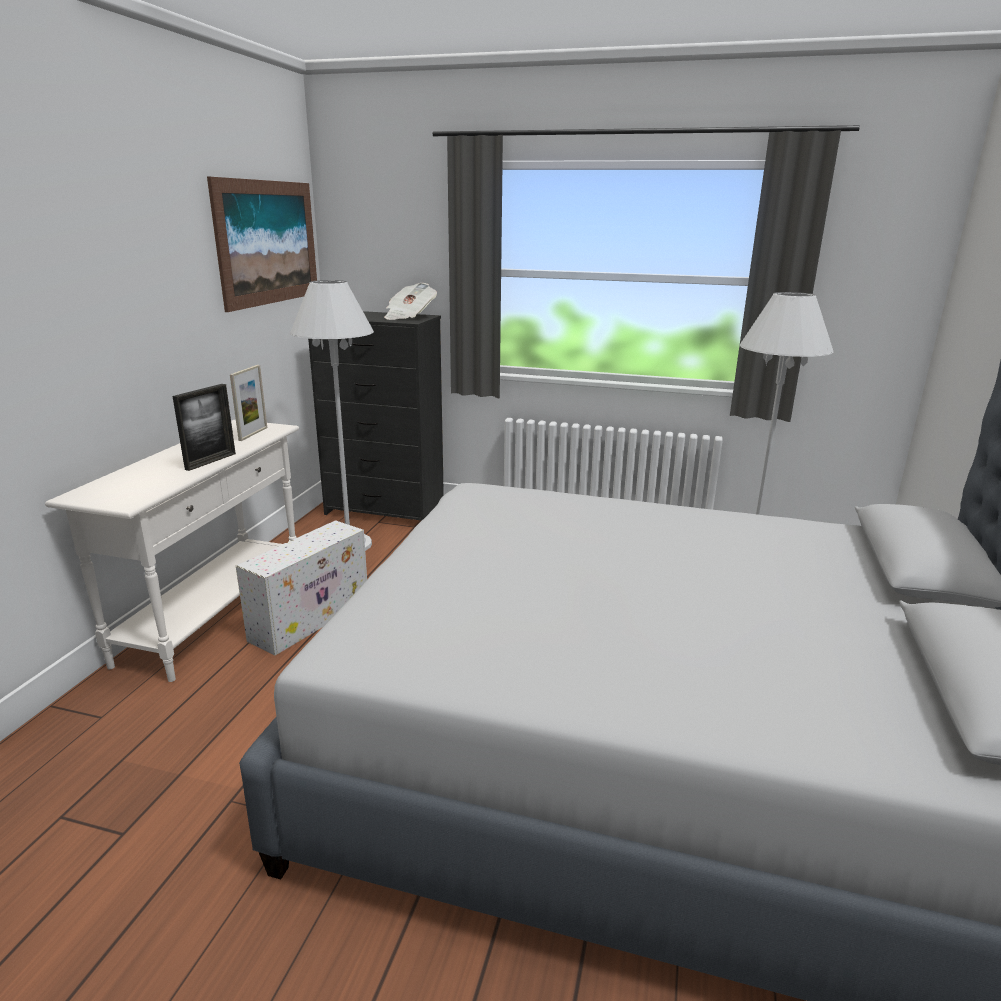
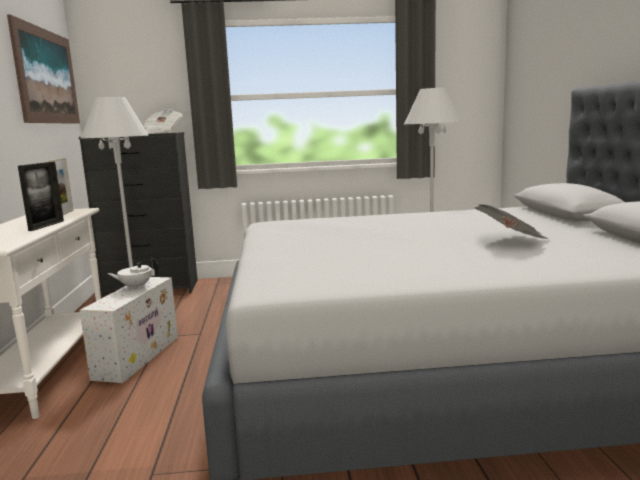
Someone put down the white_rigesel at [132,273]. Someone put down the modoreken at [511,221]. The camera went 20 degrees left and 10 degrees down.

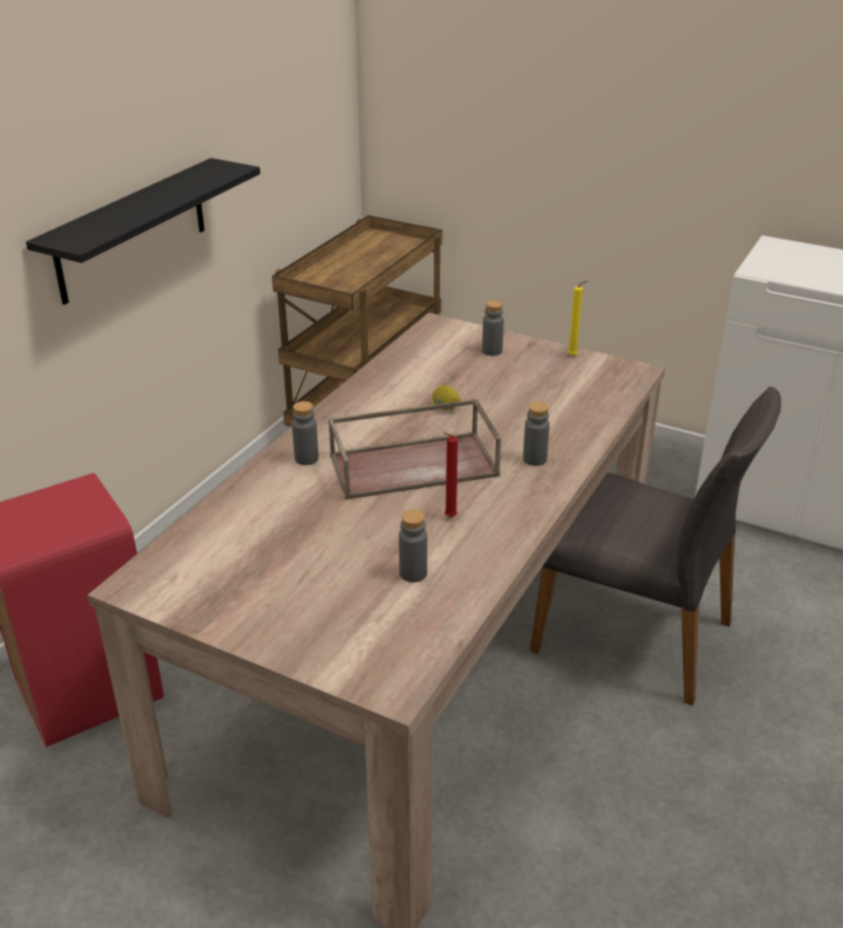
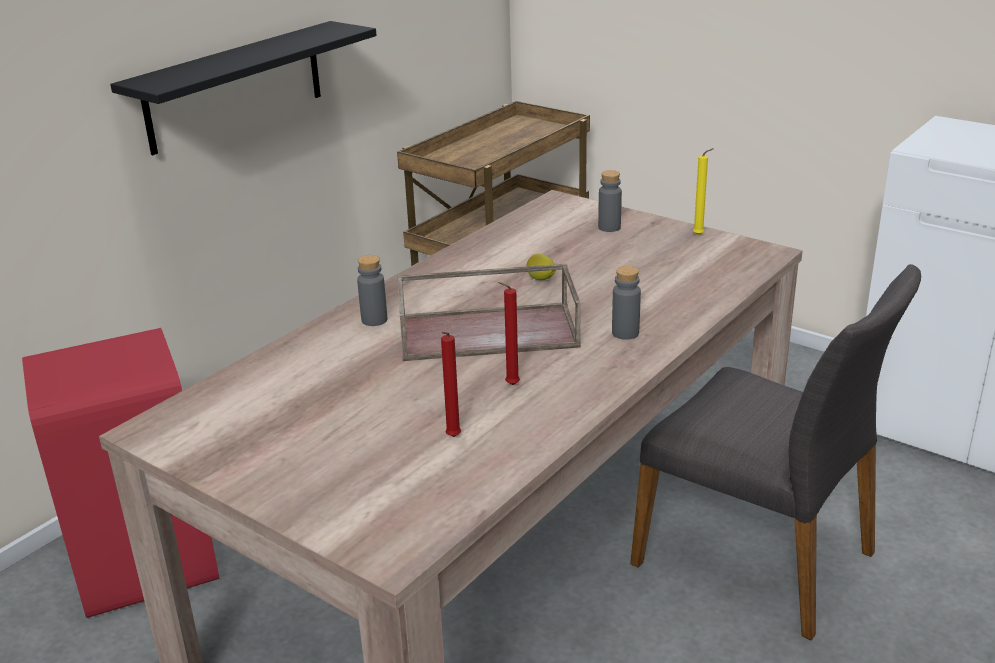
Someone swapped the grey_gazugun at [413,546] for the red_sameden at [451,384]. The camera went 10 degrees right and 5 degrees down.

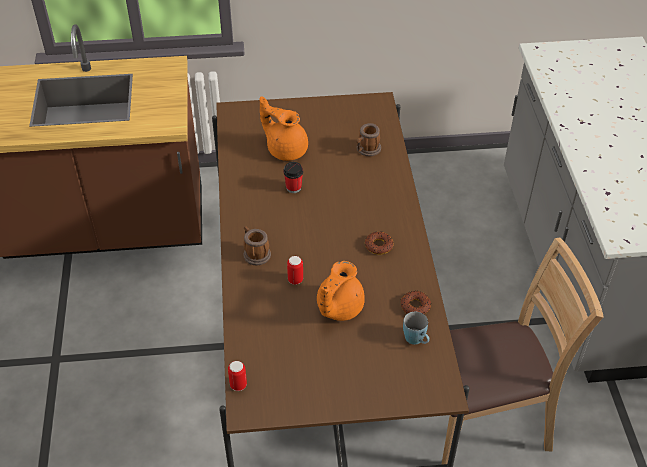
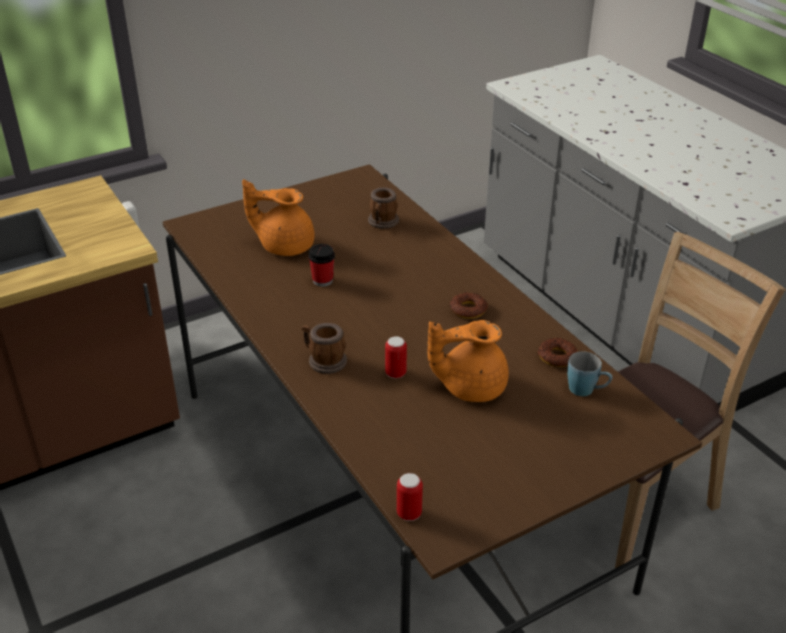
Someone rotated the orange_rigesel at [341,291] by 75 degrees clockwise. The camera went 25 degrees left and 10 degrees down.

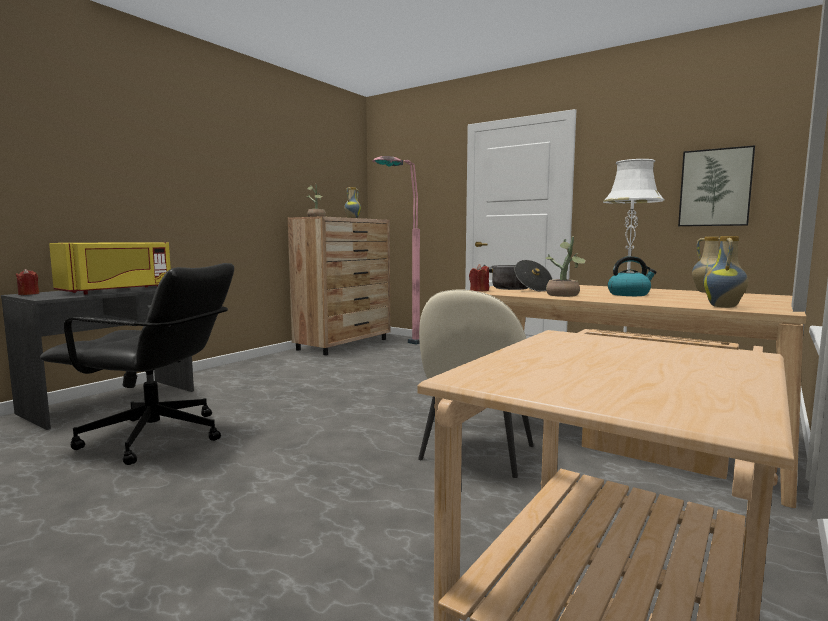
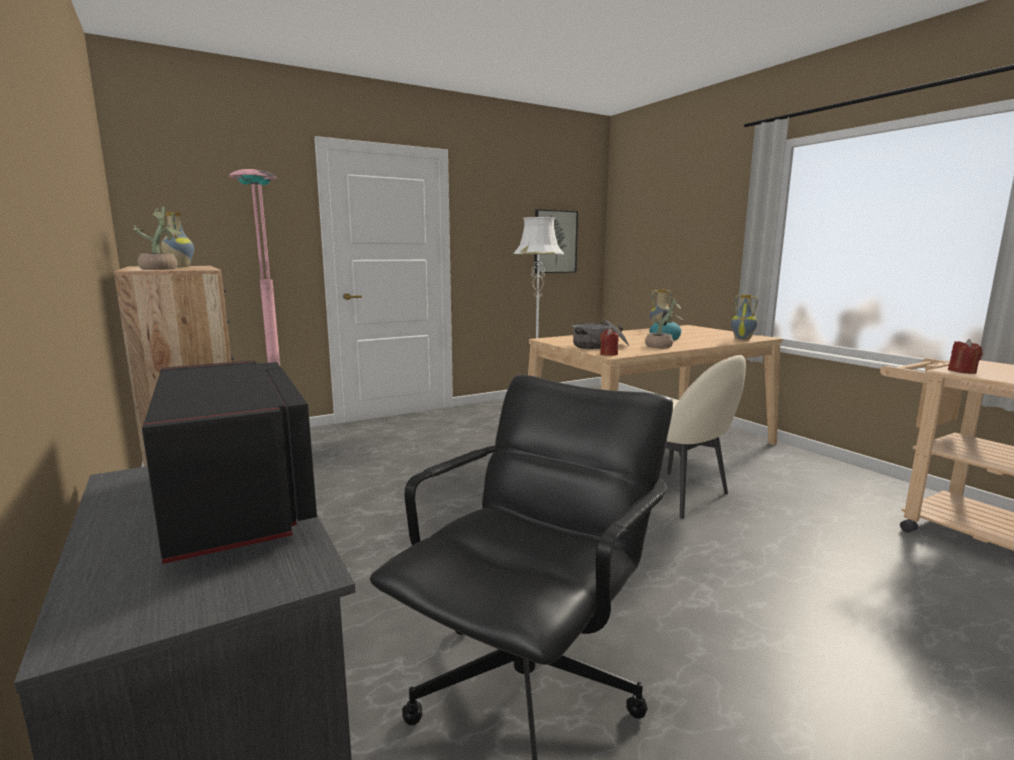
Someone carried the red_sameden from [27,282] to [965,356]. Someone repainted the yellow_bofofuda at [110,268], which became the black_bofofuda at [229,462]. The camera went 65 degrees left and 5 degrees up.

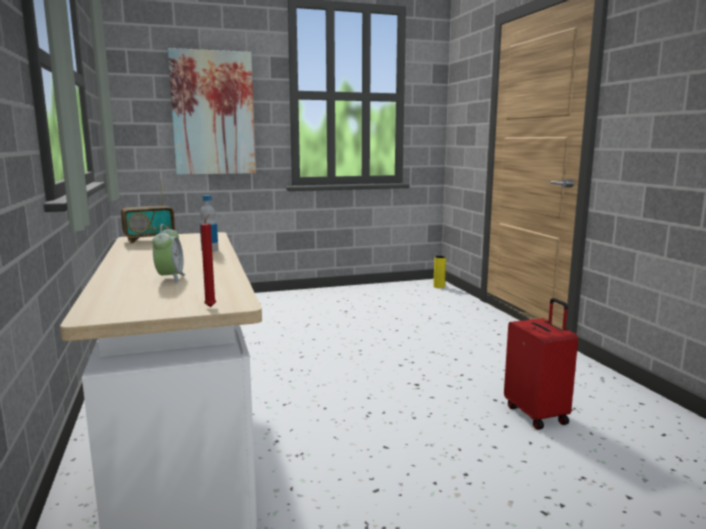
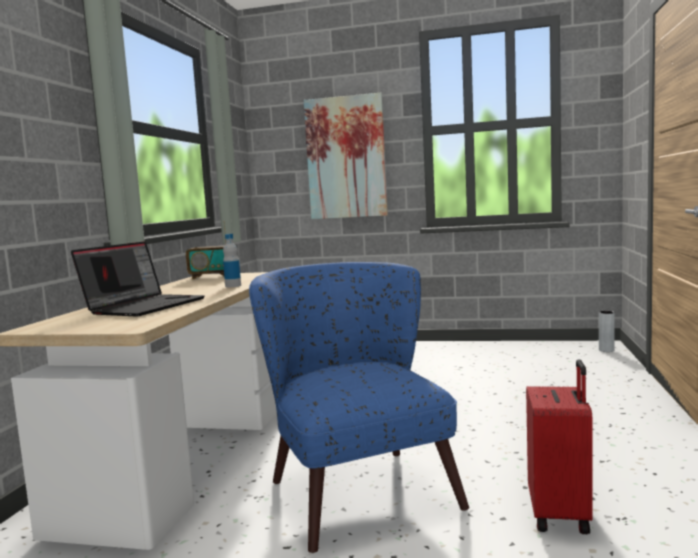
Someone swapped the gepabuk at [168,253] for the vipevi at [138,278]. Someone took away the red_sameden at [208,260]. Someone repainted the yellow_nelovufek at [439,272], which became the grey_nelovufek at [607,331]. Someone put down the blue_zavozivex at [359,407]. The camera went 30 degrees right and 5 degrees down.

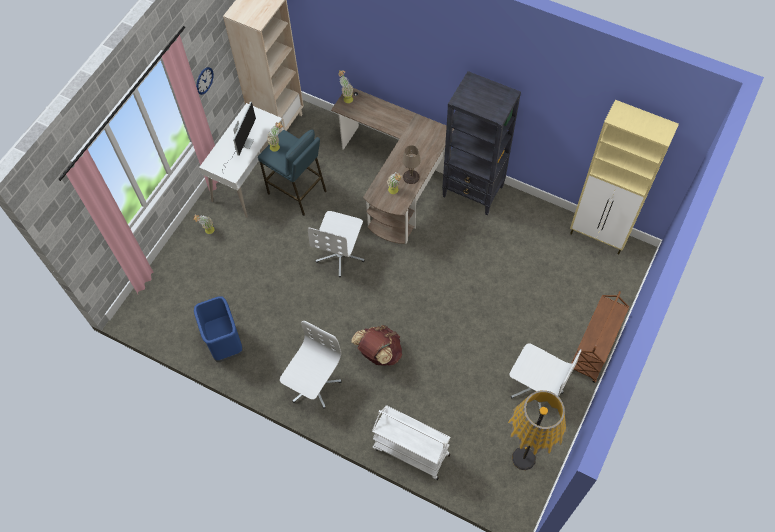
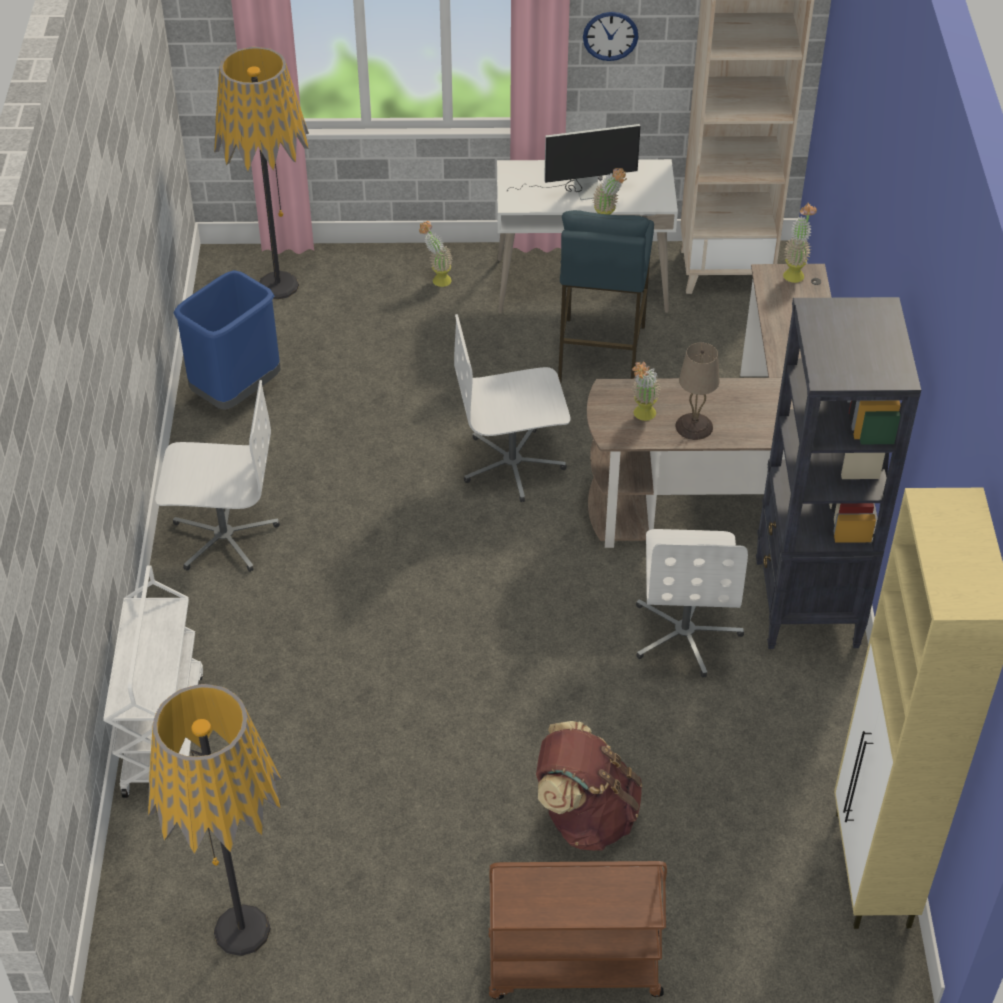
Someone carried the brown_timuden from [376,345] to [589,786]. Someone carried the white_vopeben from [545,378] to [692,603]. Someone put down the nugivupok at [261,173]. The camera went 60 degrees right and 15 degrees down.

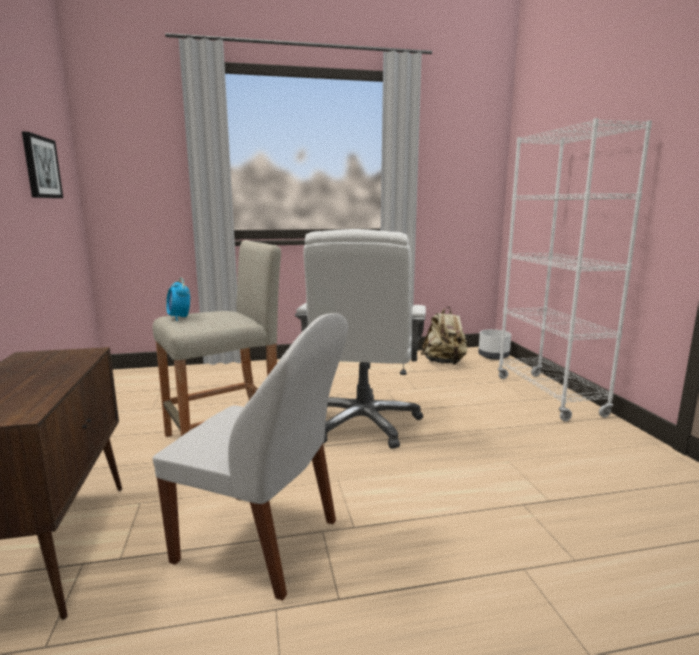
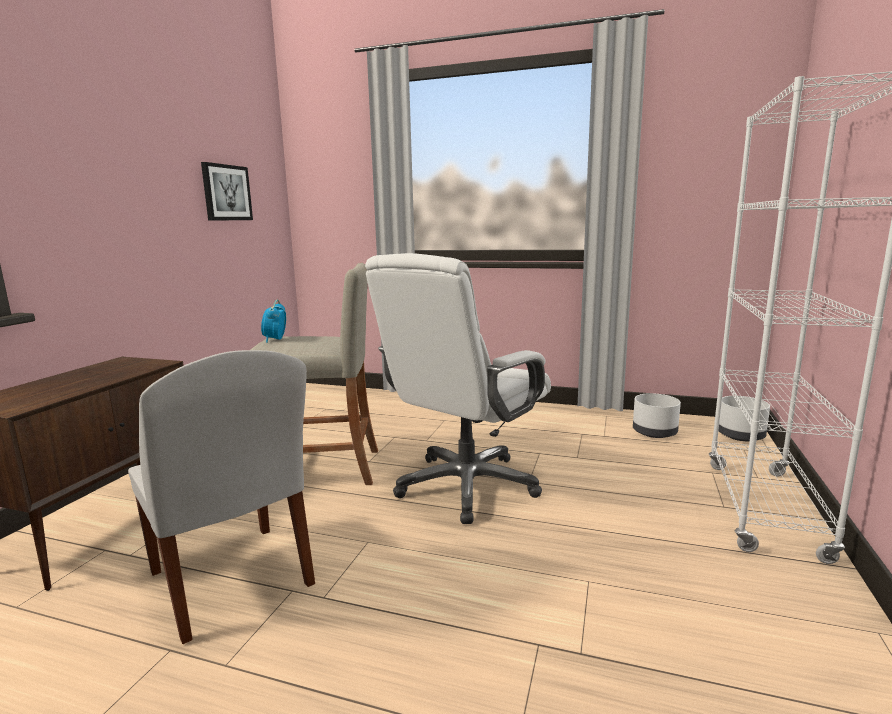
Someone swapped the beige_timuden at [445,336] for the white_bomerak at [657,415]. The camera went 30 degrees right and 0 degrees up.

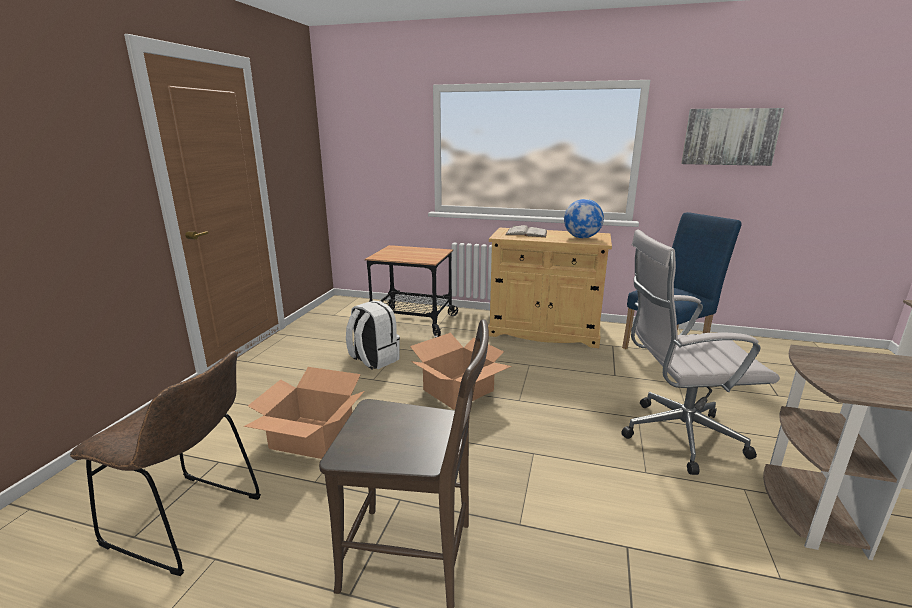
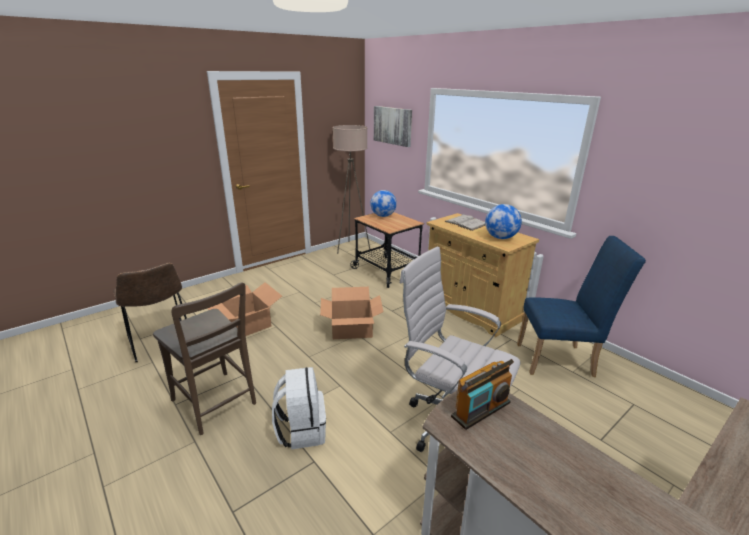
Someone carried the white_timuden from [373,334] to [299,408]. Someone carried the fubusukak from [732,137] to [393,126]. Someone put down the beige_nugivupok at [351,189]. Someone put down the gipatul at [383,203]. Someone put down the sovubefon at [482,394]. The camera went 35 degrees right and 5 degrees up.

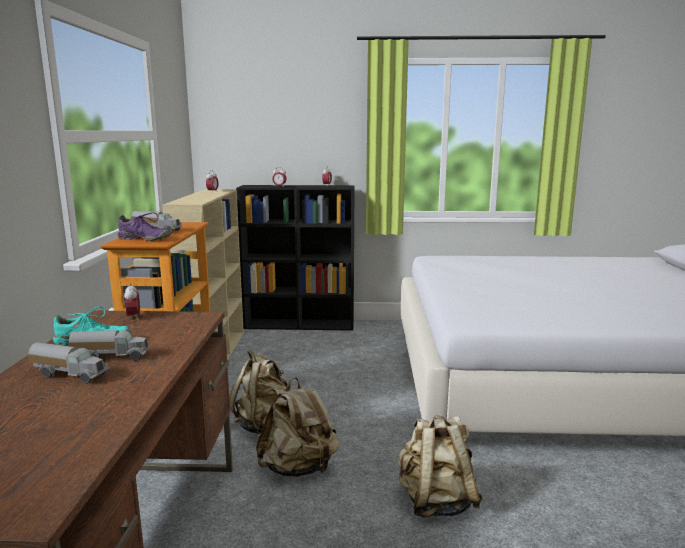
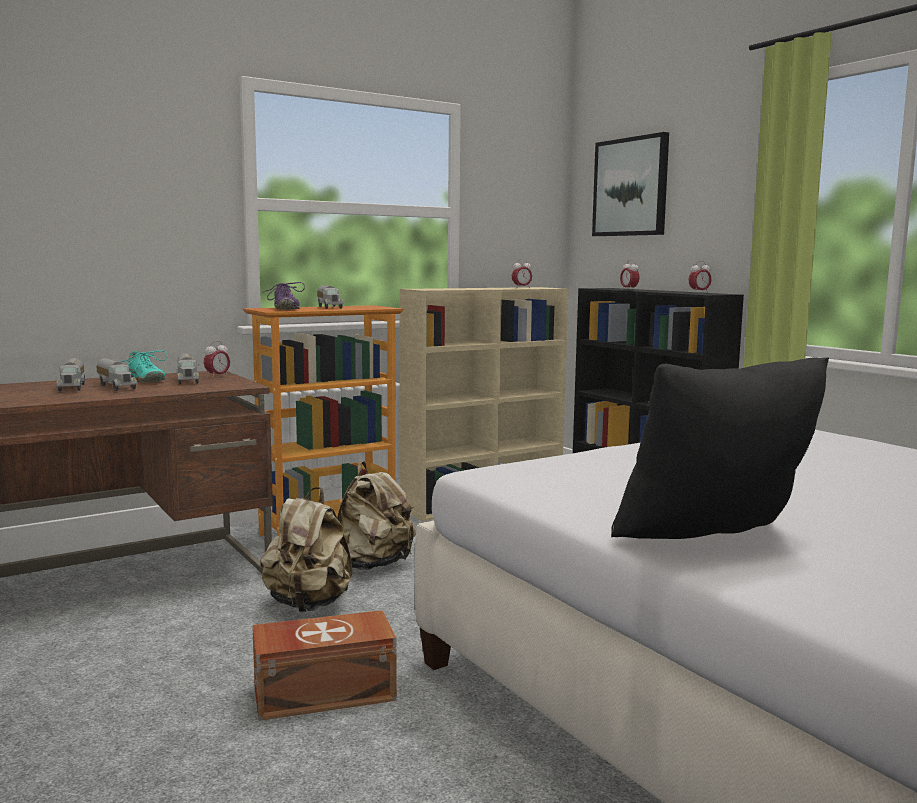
Someone swapped the beige_timuden at [440,466] for the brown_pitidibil at [324,665]. Someone put down the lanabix at [188,369]. Someone put up the fubusukak at [630,184]. Someone put down the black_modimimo at [720,448]. The camera went 55 degrees right and 5 degrees down.

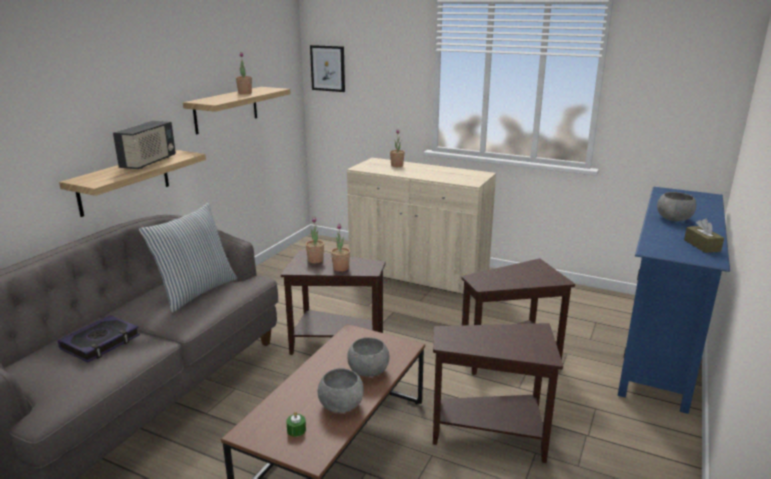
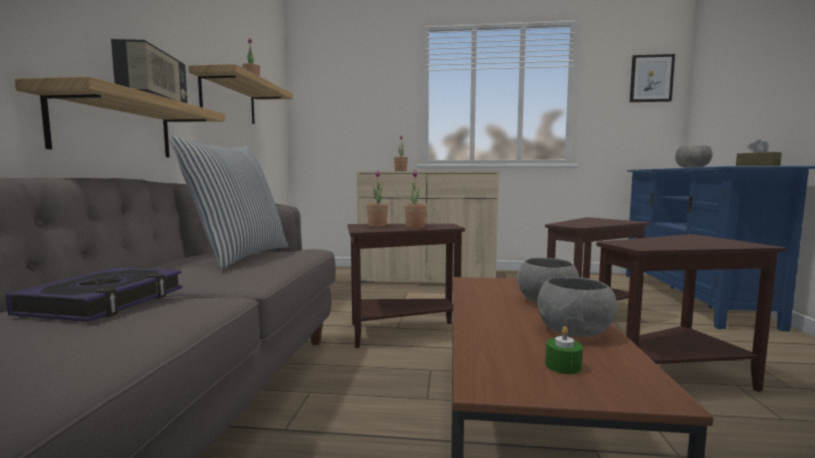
Someone carried the fubusukak from [327,68] to [652,78]. The camera went 20 degrees left and 15 degrees down.

